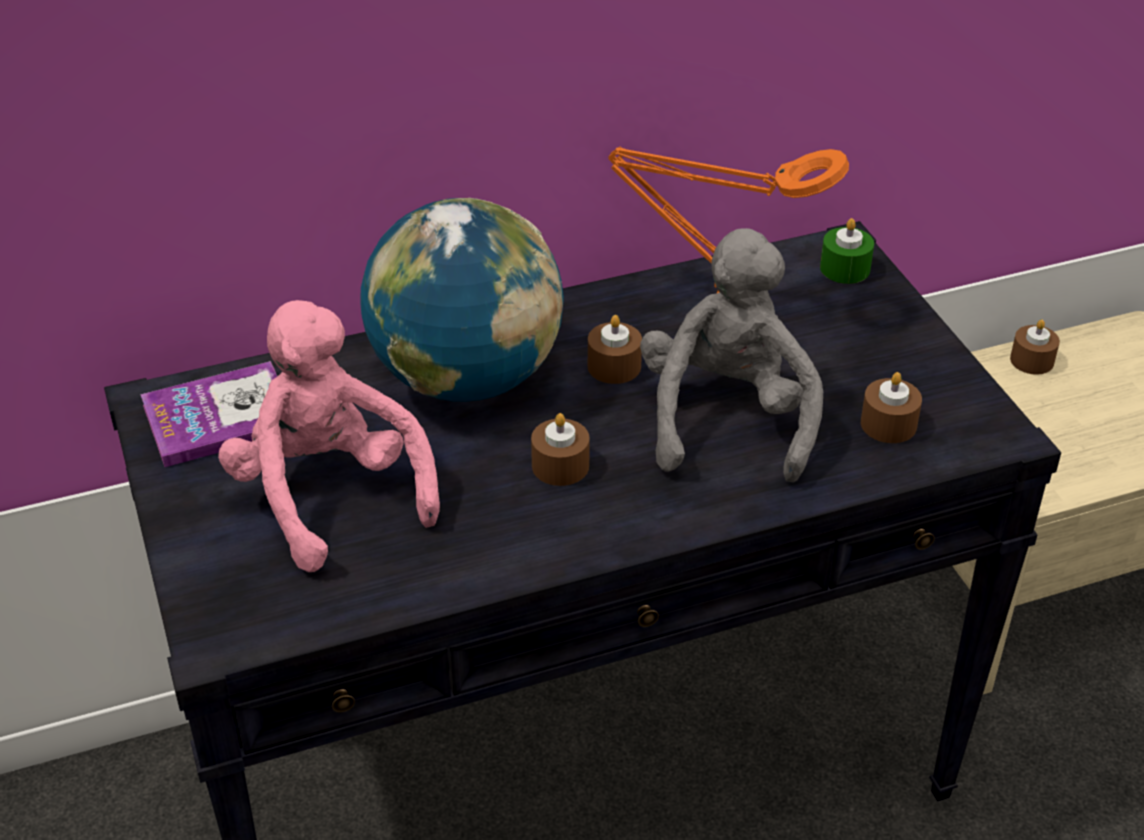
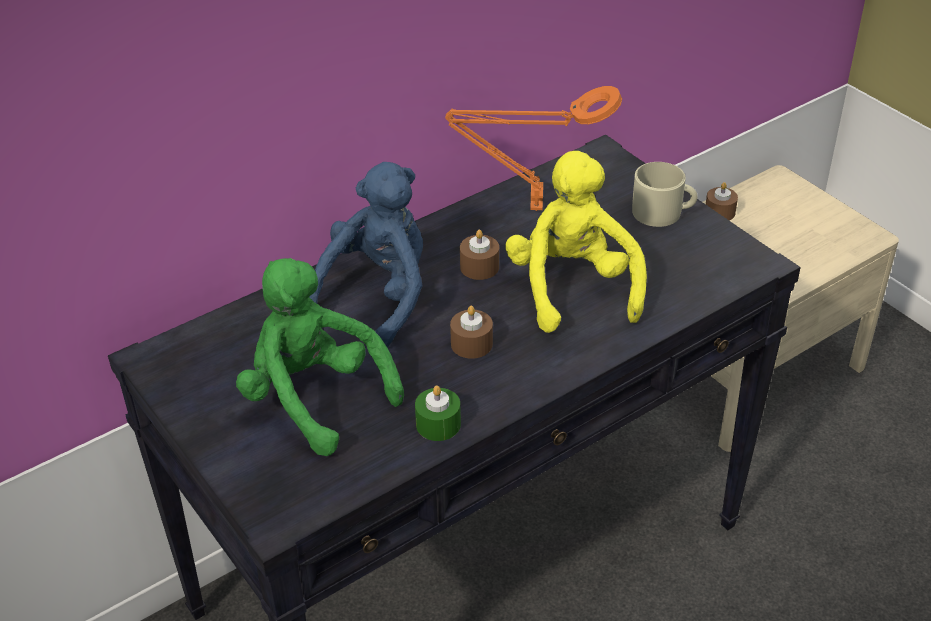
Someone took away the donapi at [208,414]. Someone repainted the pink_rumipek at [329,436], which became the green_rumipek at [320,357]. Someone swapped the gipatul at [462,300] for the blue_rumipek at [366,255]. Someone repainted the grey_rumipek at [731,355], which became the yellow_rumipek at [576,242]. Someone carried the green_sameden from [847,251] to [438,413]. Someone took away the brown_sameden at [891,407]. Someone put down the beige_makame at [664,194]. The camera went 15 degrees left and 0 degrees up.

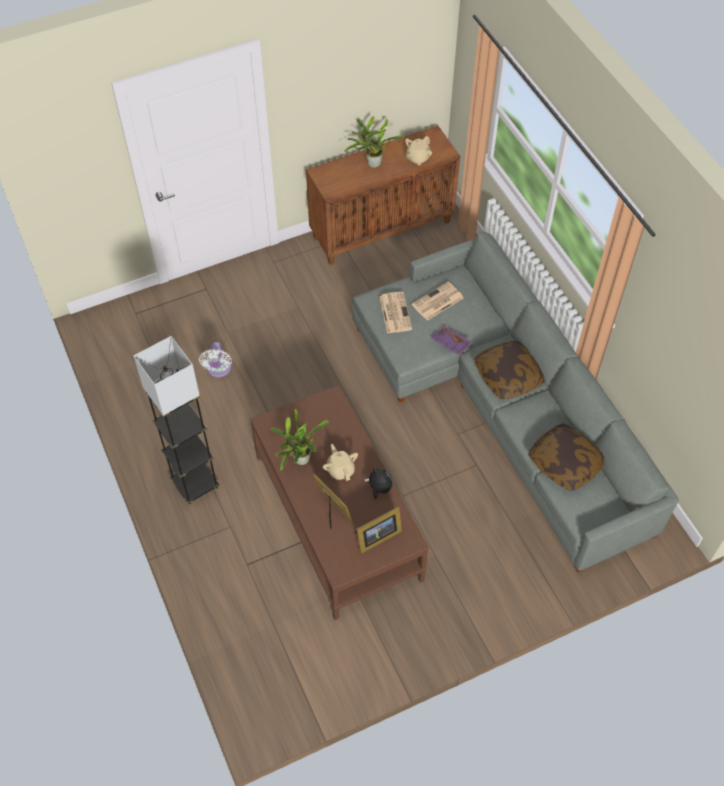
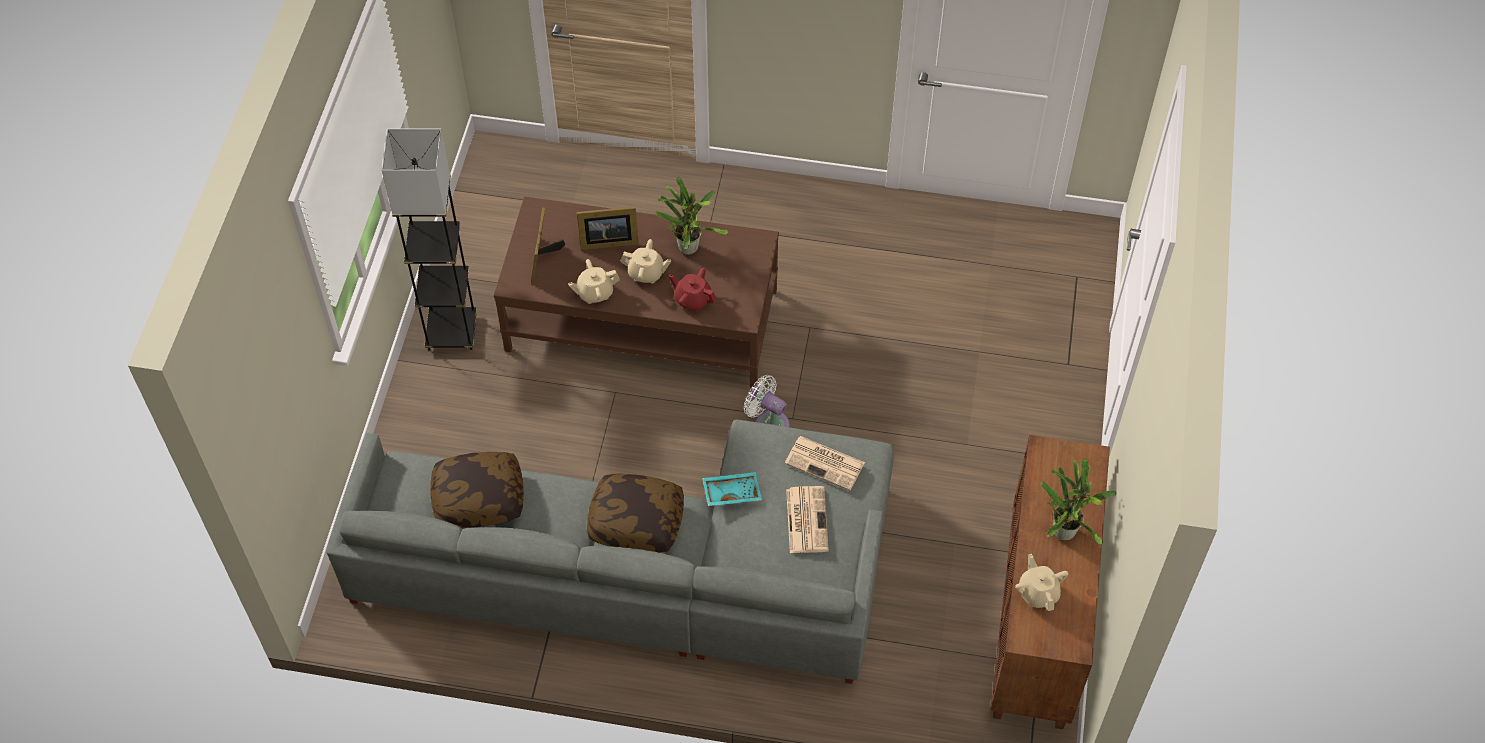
Someone carried the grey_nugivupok from [176,420] to [429,239]. Someone carried the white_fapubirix from [215,360] to [766,401]. Someone swapped the rumipek at [378,483] for the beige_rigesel at [594,281]. Someone repainted the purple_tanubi at [451,340], which became the turquoise_tanubi at [732,489]. Someone put down the red_rigesel at [692,290]. The camera went 125 degrees right and 0 degrees up.

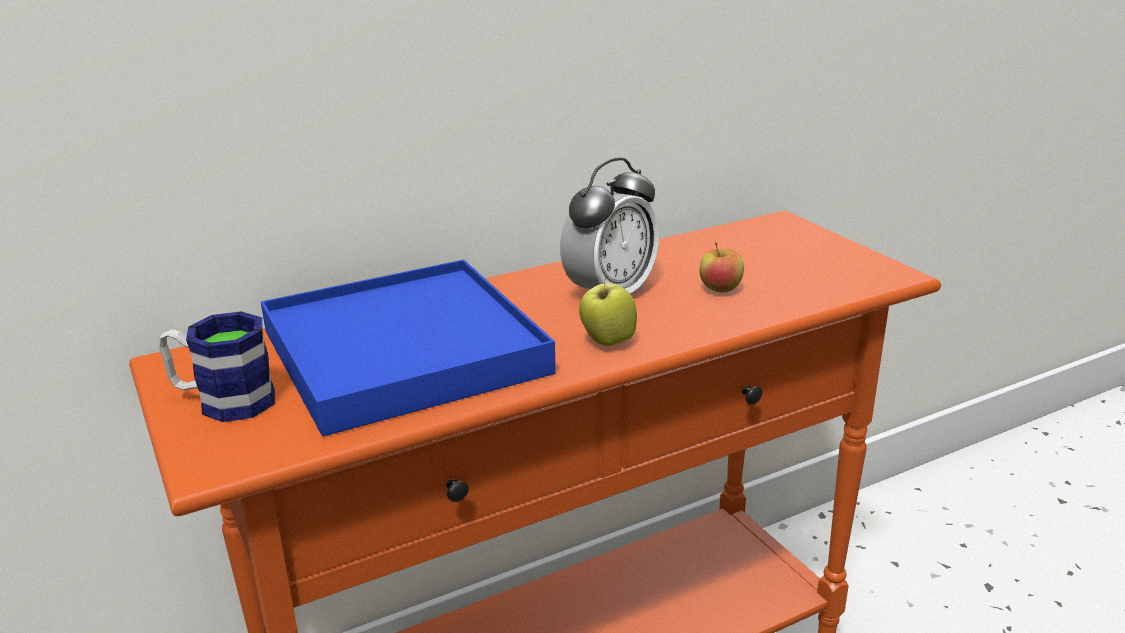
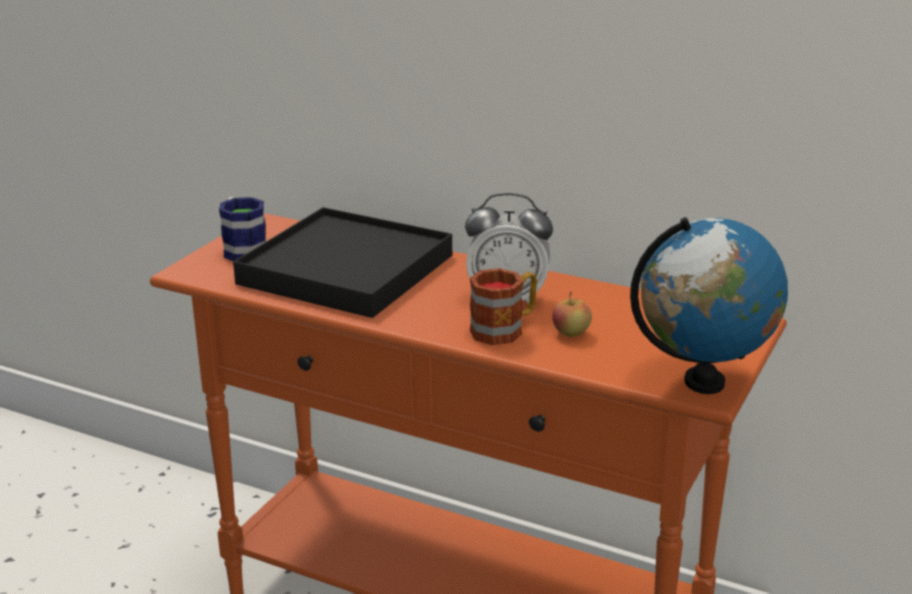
Someone repainted the blue_tanubi at [408,348], which became the black_tanubi at [342,262]. Someone took away the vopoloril at [608,310]. Someone put down the makame at [503,306]. Someone put down the gipatul at [709,305]. The camera went 55 degrees right and 0 degrees up.

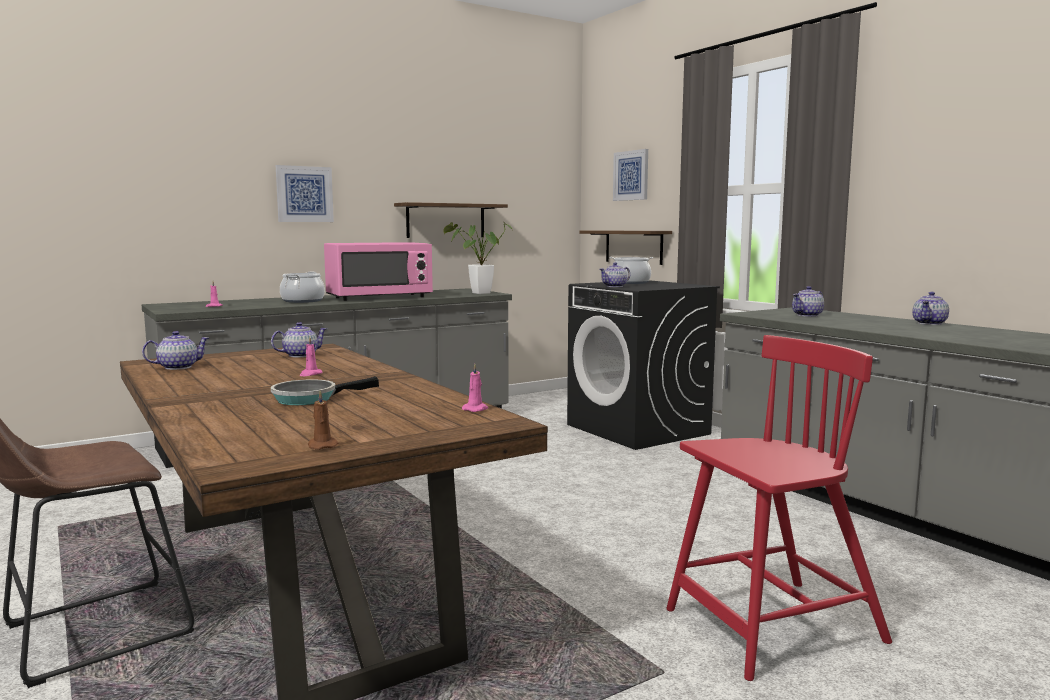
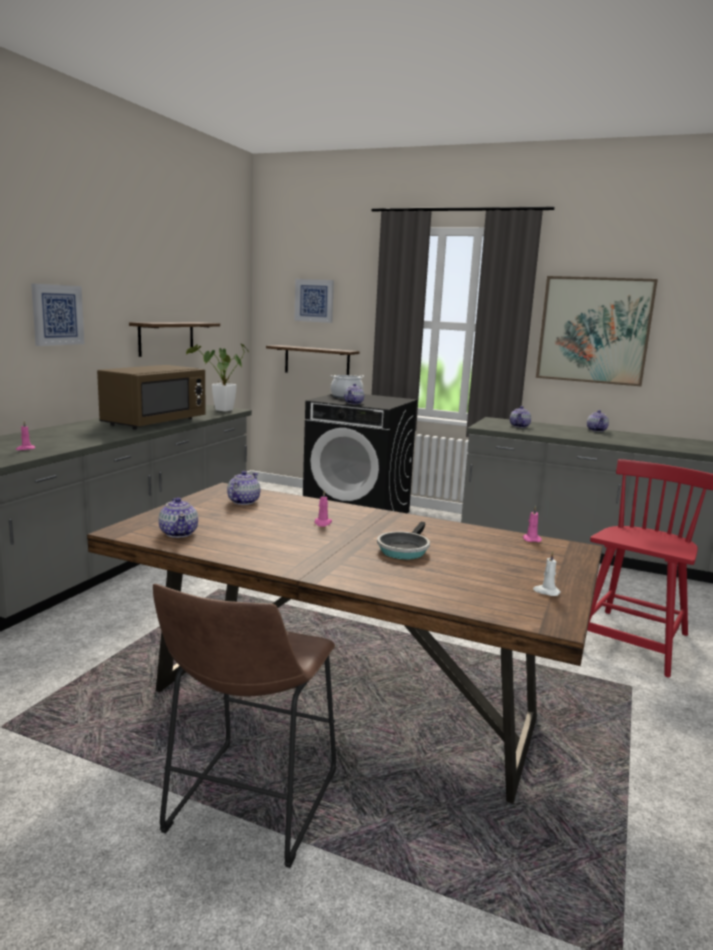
Someone rotated the rigesel at [175,350] by 135 degrees clockwise. Someone took away the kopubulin at [302,287]. Someone repainted the brown_sameden at [323,420], which became the white_sameden at [547,573]. Someone repainted the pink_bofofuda at [378,272], which became the brown_bofofuda at [151,397]. Someone put up the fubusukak at [597,331]. The camera went 35 degrees left and 5 degrees up.

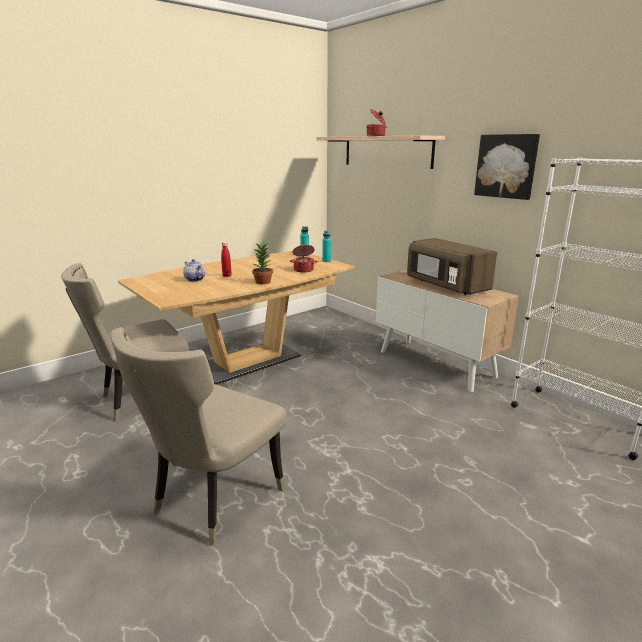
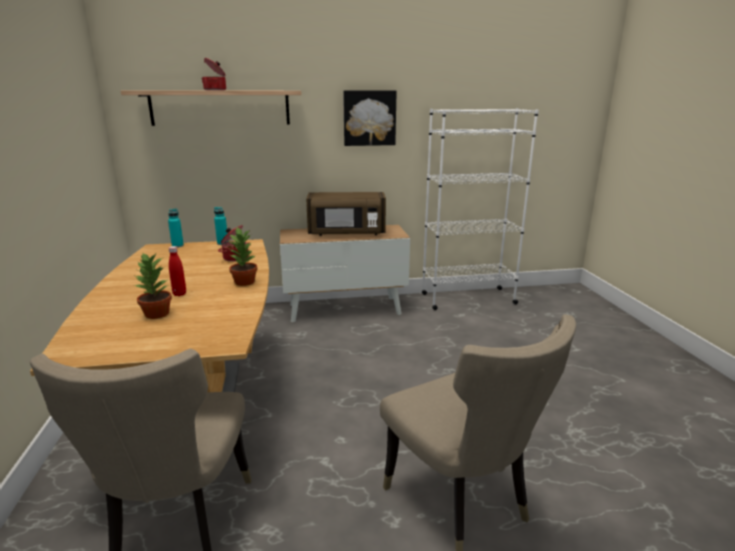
Someone swapped the rigesel at [194,270] for the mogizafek at [153,286]. The camera went 60 degrees left and 0 degrees up.

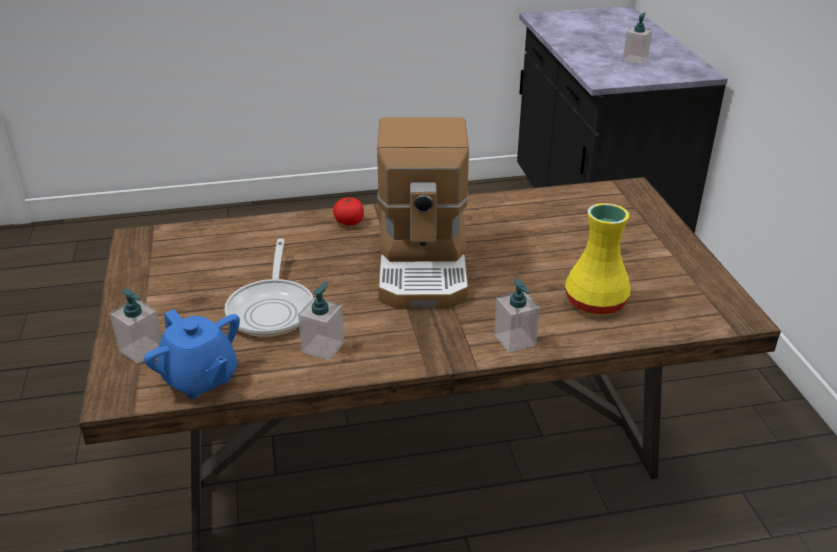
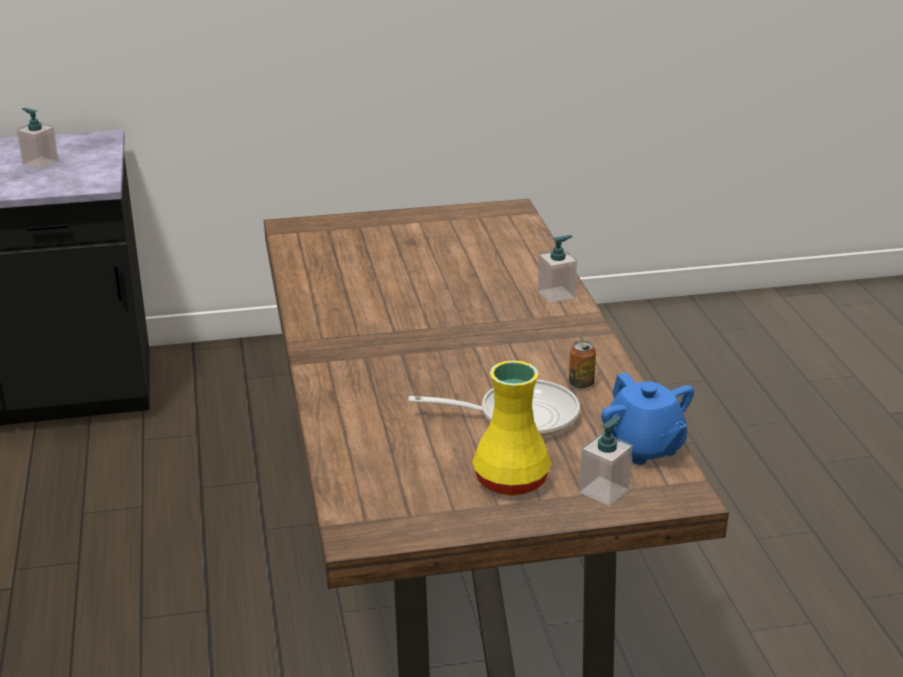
Someone rotated the blue_rigesel at [192,354] by 105 degrees clockwise. Someone swapped the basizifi at [321,320] for the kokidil at [582,364]. Someone took away the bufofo at [348,211]. Someone took away the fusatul at [423,213]. Someone carried the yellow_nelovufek from [598,259] to [511,428]. The camera went 90 degrees left and 5 degrees down.

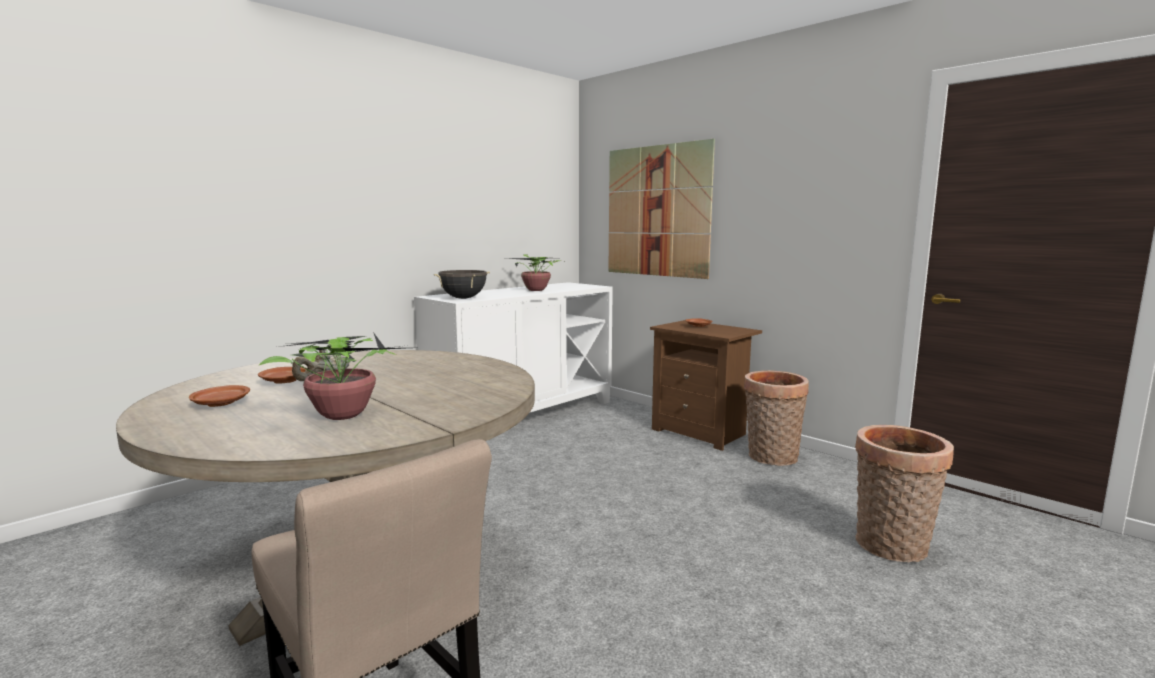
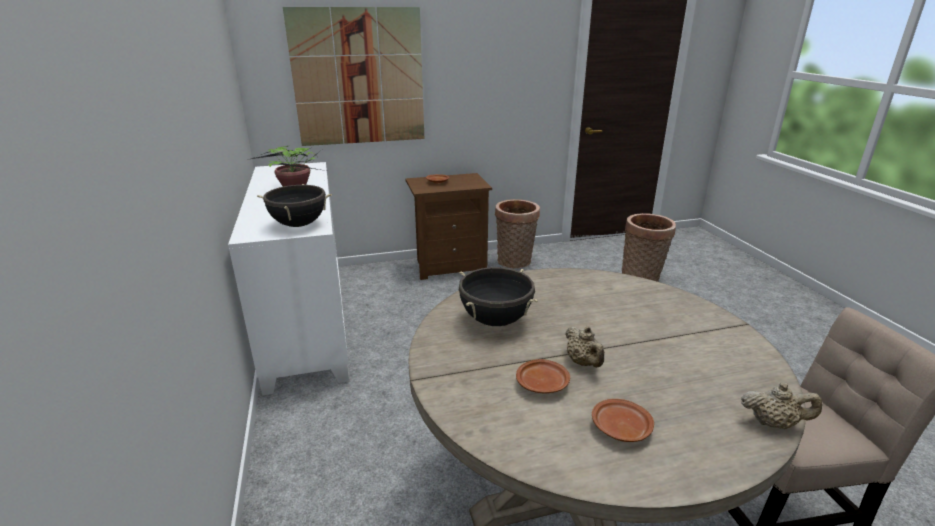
Someone took away the mogizafek at [333,376]. Someone put down the black_kopubulin at [498,296]. Someone put down the beige_rigesel at [781,405]. The camera went 60 degrees left and 15 degrees up.

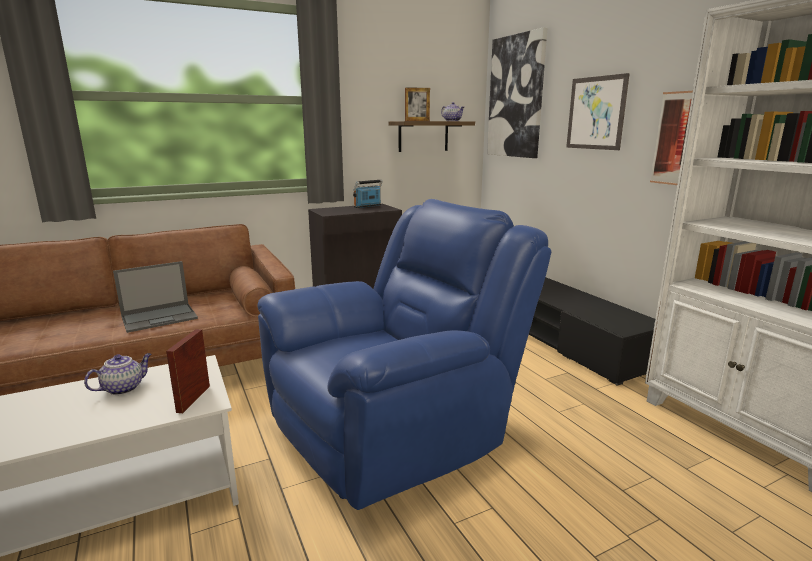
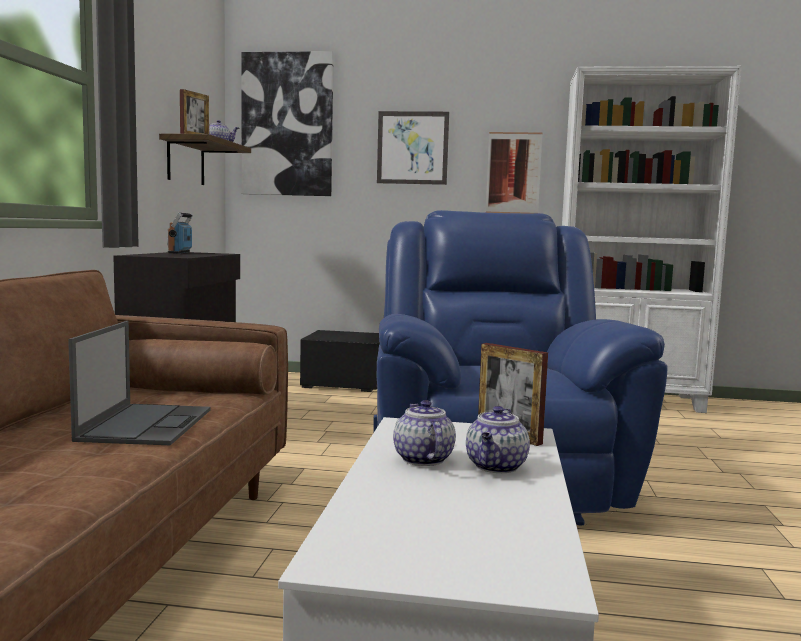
Someone put down the rigesel at [498,439]. The camera went 55 degrees left and 10 degrees down.

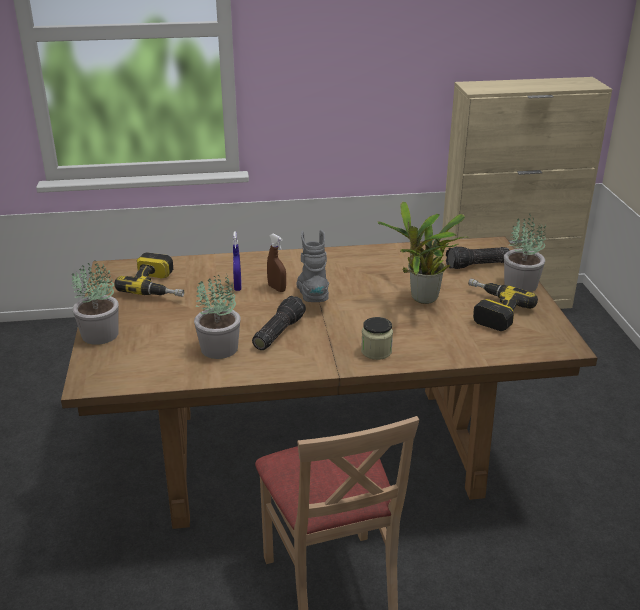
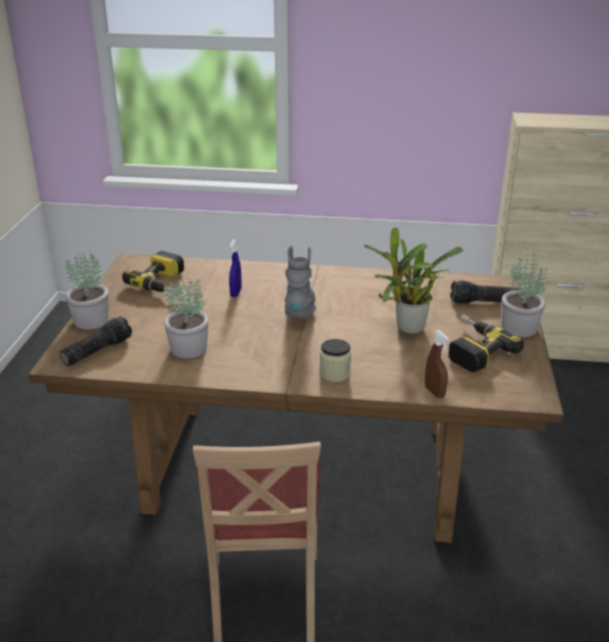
Someone carried the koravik from [279,323] to [95,341]. Someone carried the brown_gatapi from [276,263] to [437,364]. The camera went 15 degrees right and 0 degrees up.

